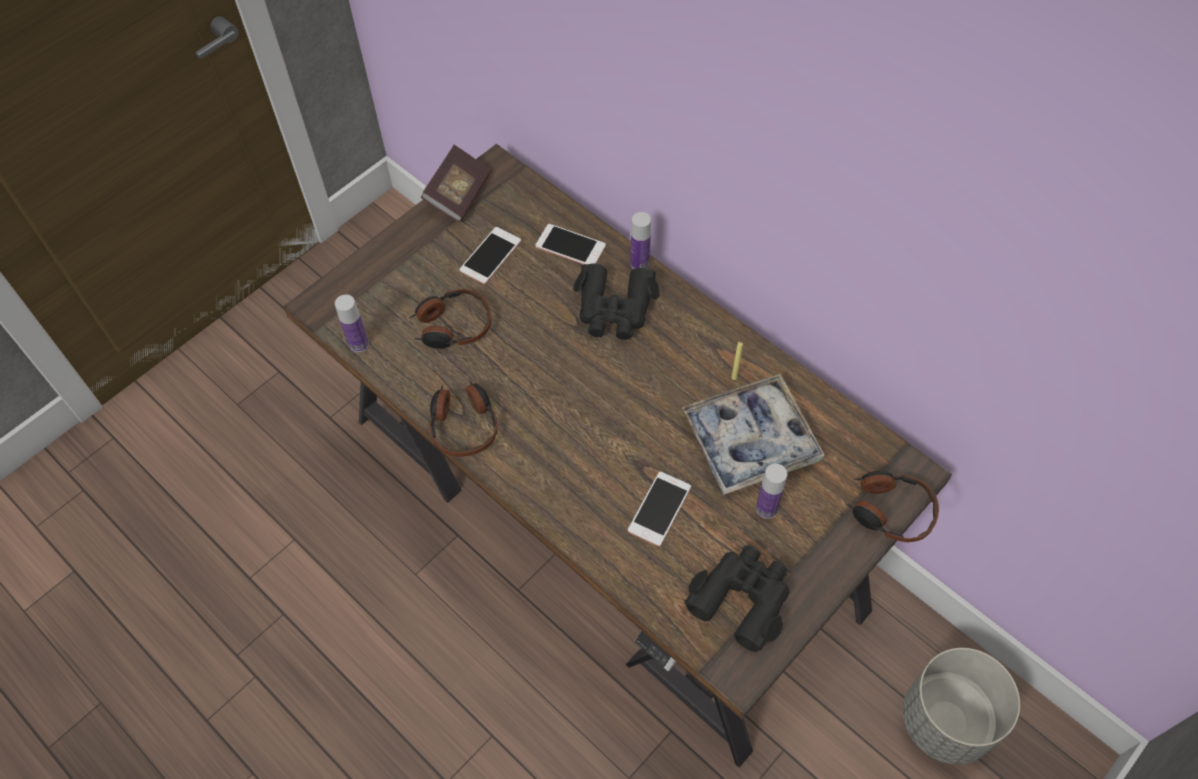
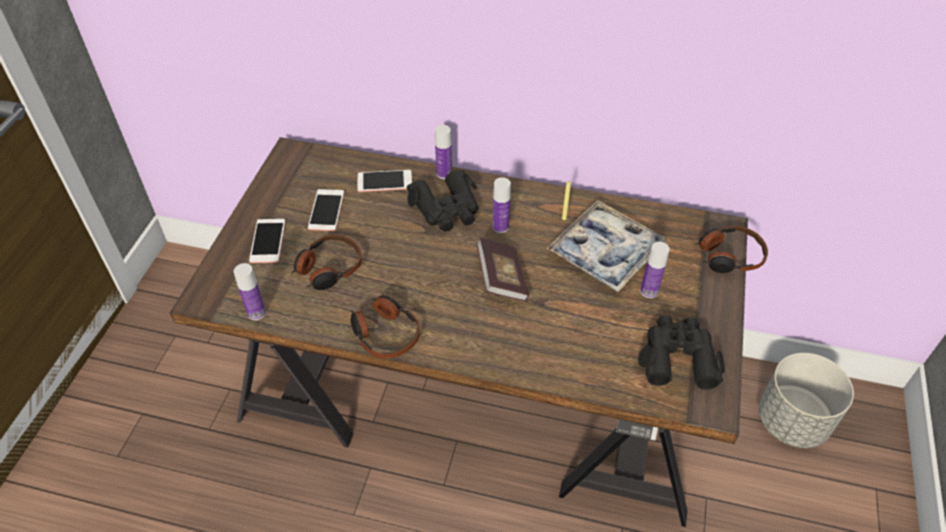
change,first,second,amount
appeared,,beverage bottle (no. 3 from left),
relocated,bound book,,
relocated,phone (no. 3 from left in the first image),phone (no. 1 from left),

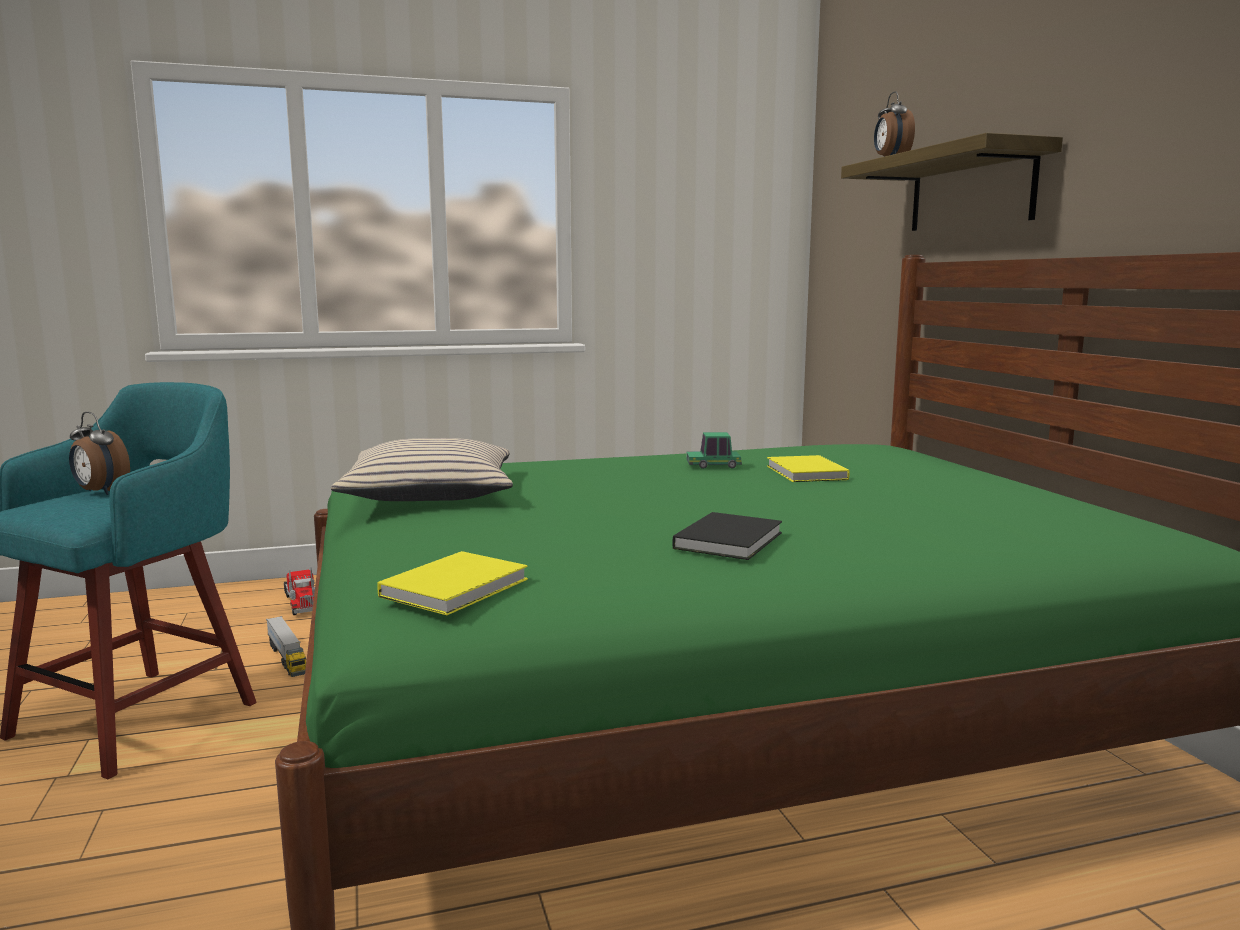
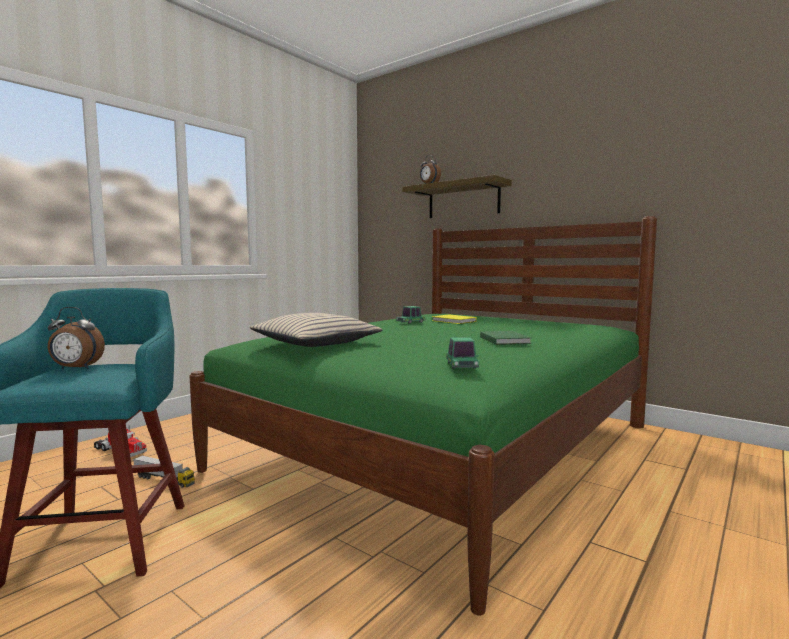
change,first,second,amount
exchanged,yellow bound book (no. 1 from left),model car (no. 2 from left),
colour,blackish bound book,green-coloured bound book,

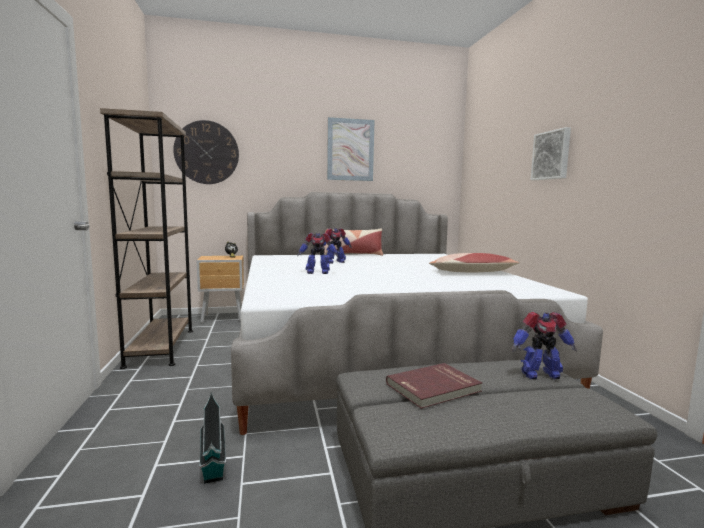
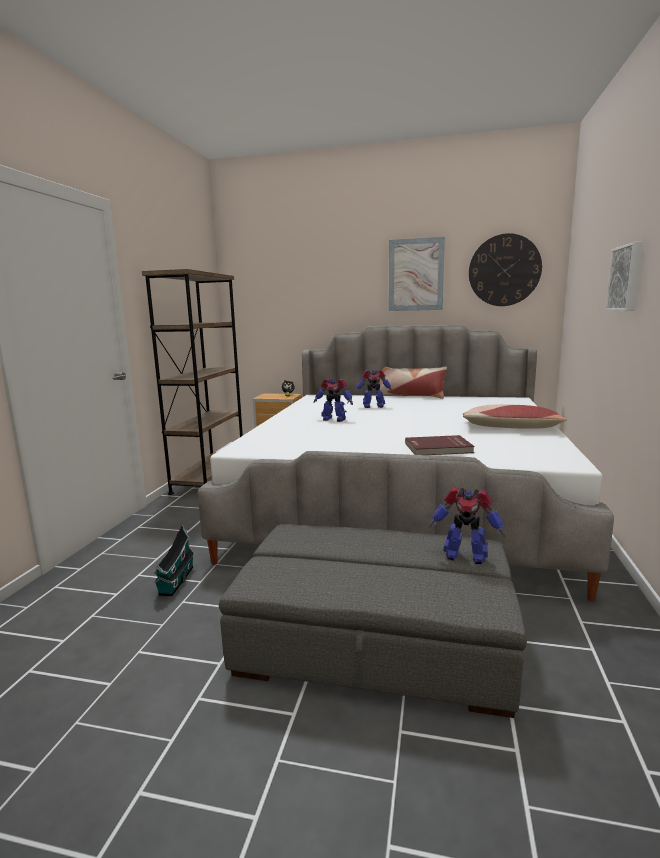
change,first,second,amount
relocated,clock on the wall,,
relocated,reddish bound book,,

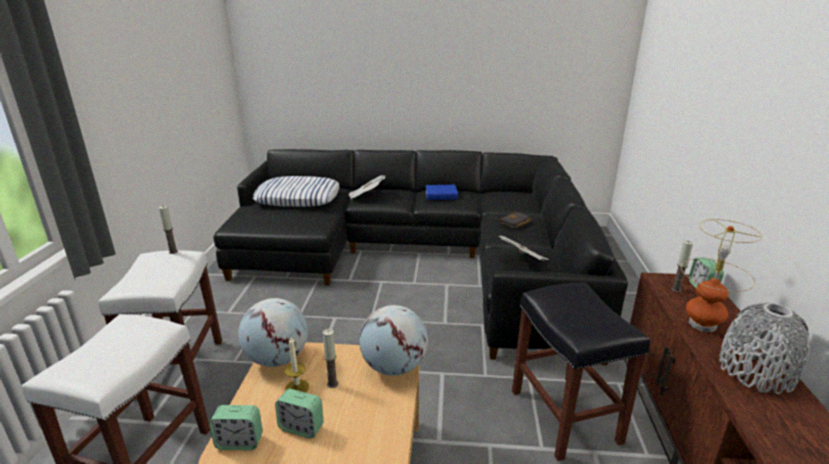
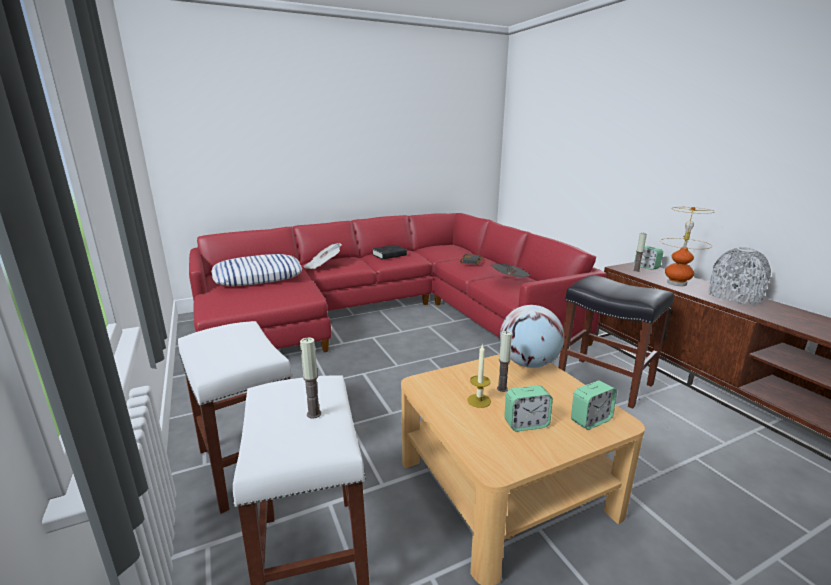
change,first,second,amount
missing,world globe (no. 1 from left),,
relocated,wax candle (no. 1 from left),,
relocated,table clock (no. 1 from left in the first image),table clock (no. 2 from left),
colour,blackish couch,reddish couch,
colour,blue-coloured bound book,blackish bound book (no. 1 from left),

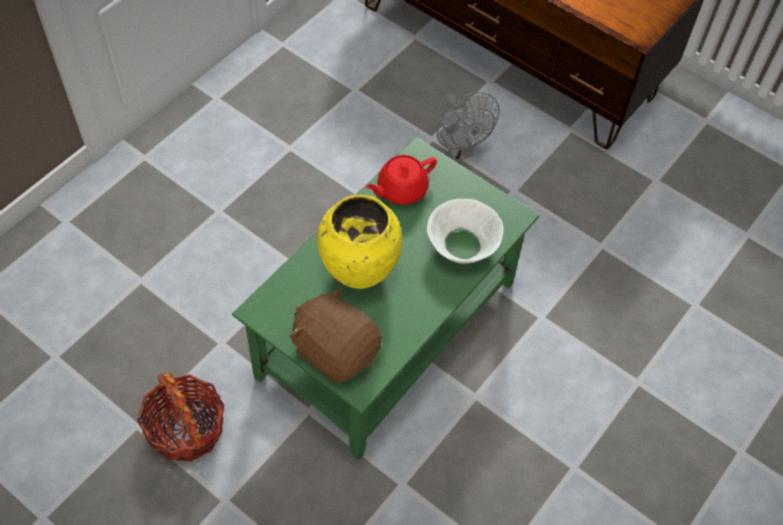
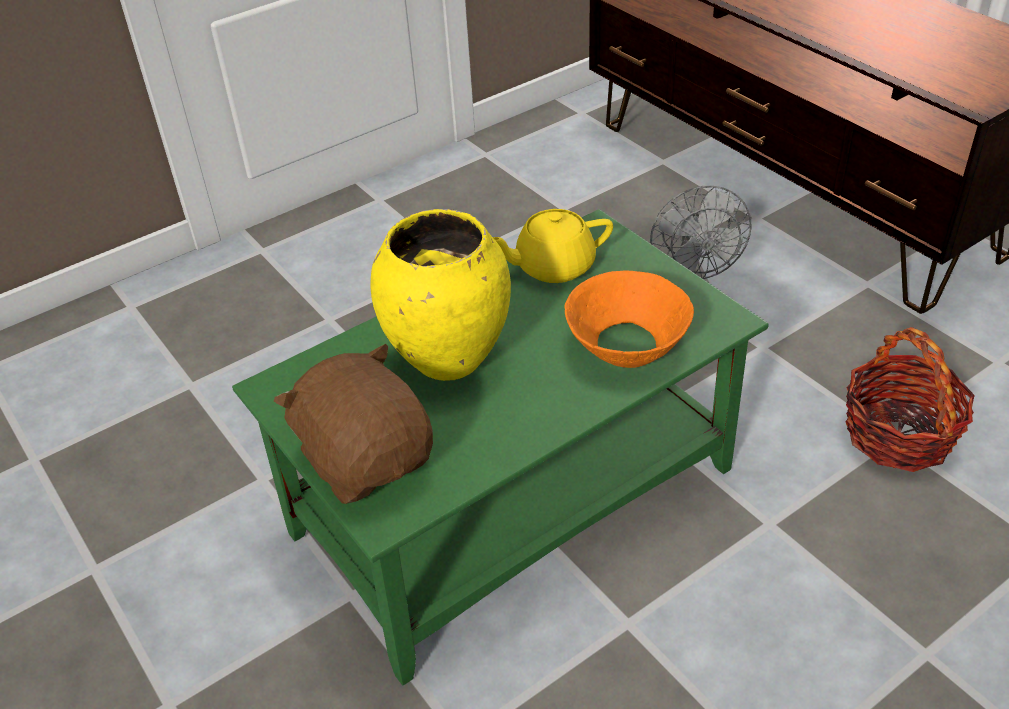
change,first,second,amount
relocated,basket,,
colour,reddish tea pot,yellow tea pot,
colour,white-coloured deep dish,orange deep dish,

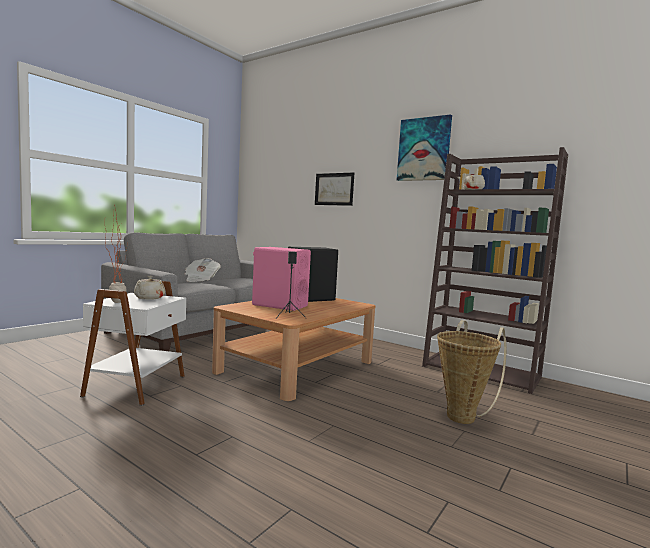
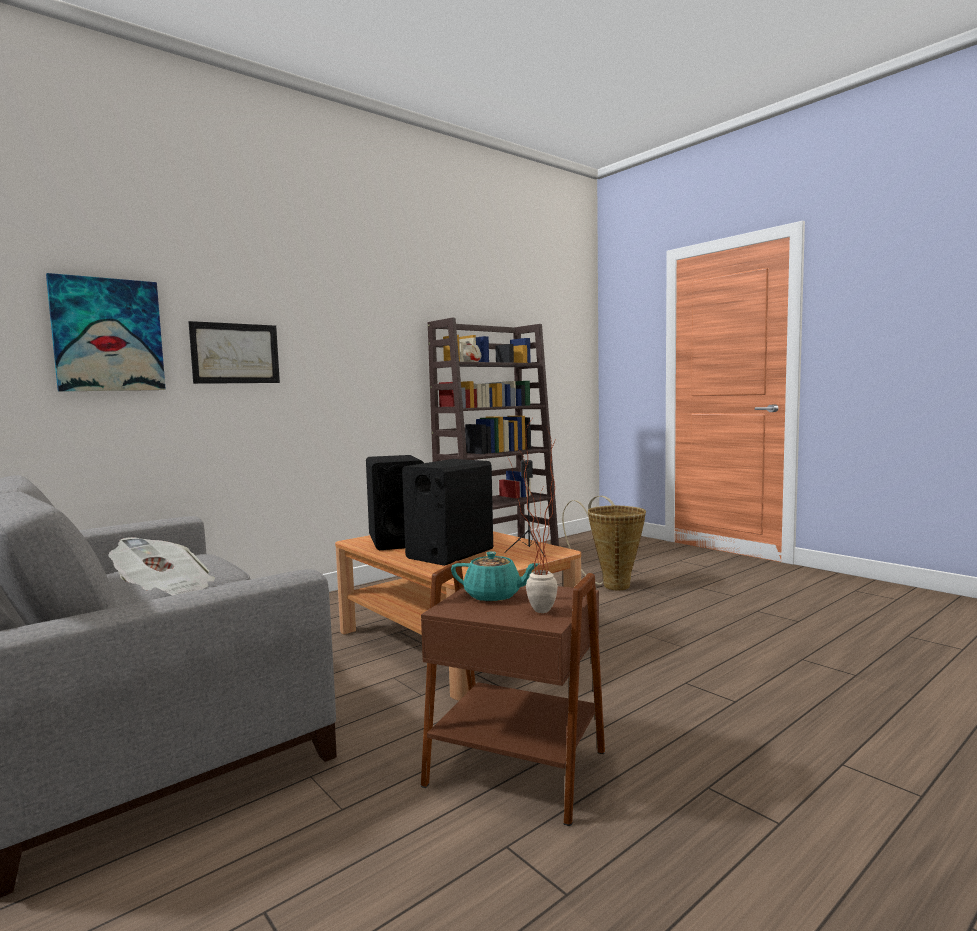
change,first,second,amount
relocated,wall picture (no. 2 from left in the first image),wall picture (no. 1 from left),
colour,white-coloured end table,brown-coloured end table,
colour,beige tea pot (no. 1 from left),turquoise-coloured tea pot,
colour,pink-coloured speaker,blackish speaker (no. 2 from left),

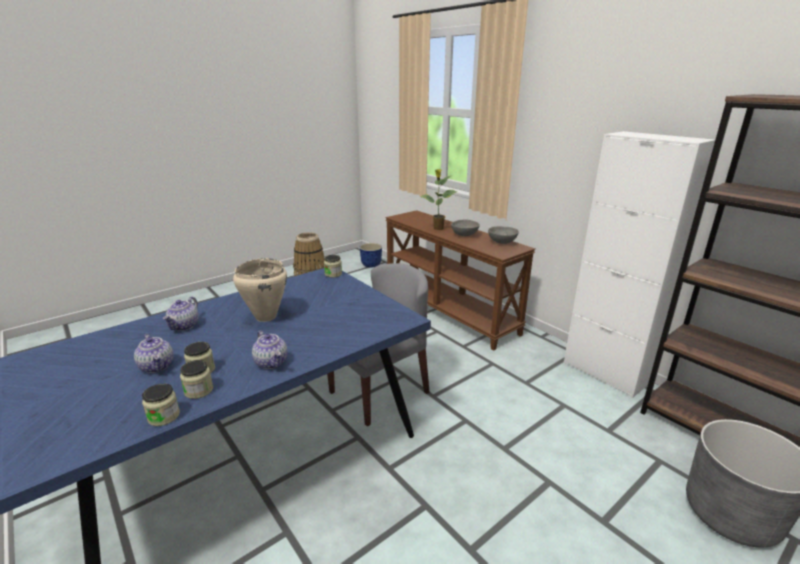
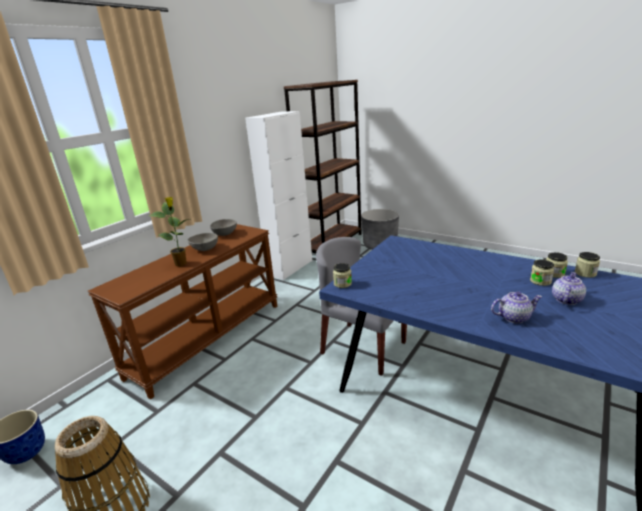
change,first,second,amount
missing,beige cooking pot,,
missing,tea pot (no. 3 from left),,

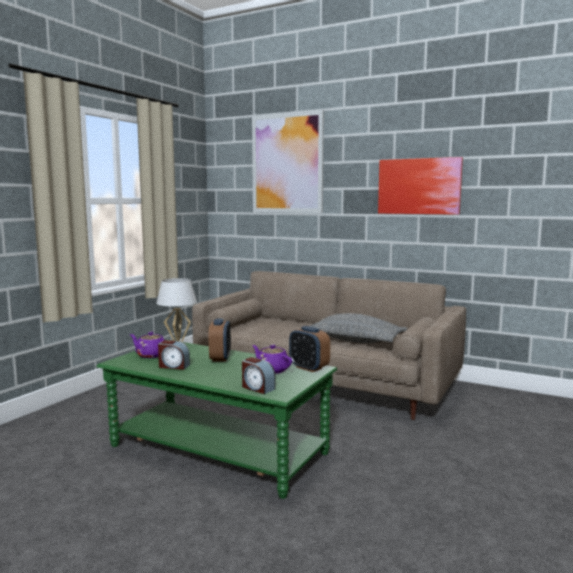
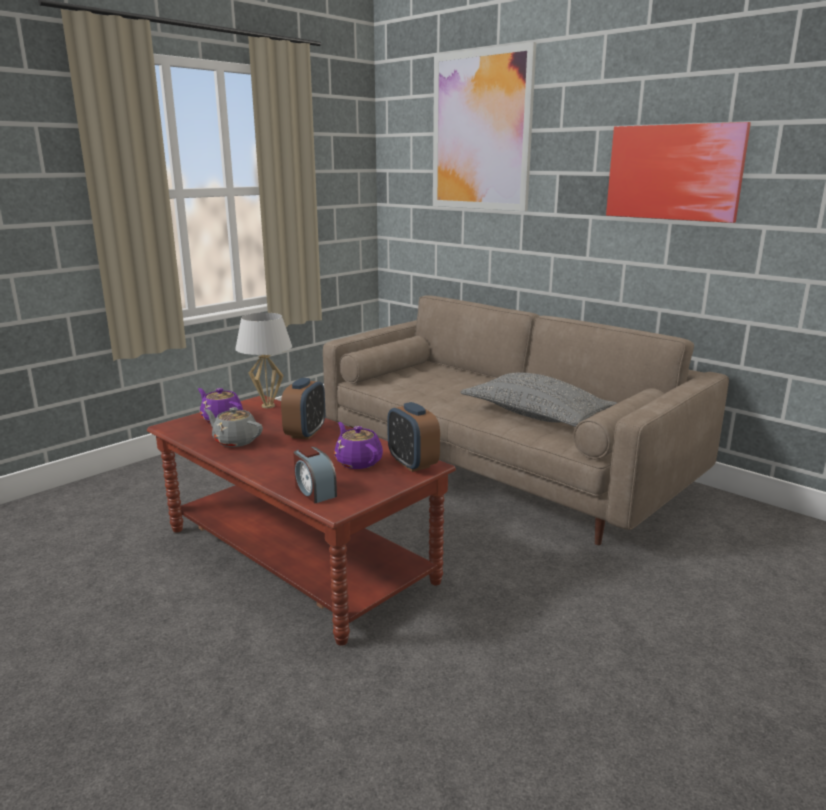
change,first,second,amount
exchanged,table clock (no. 1 from left),greyish tea pot,
colour,green-coloured low table,brown-coloured low table,

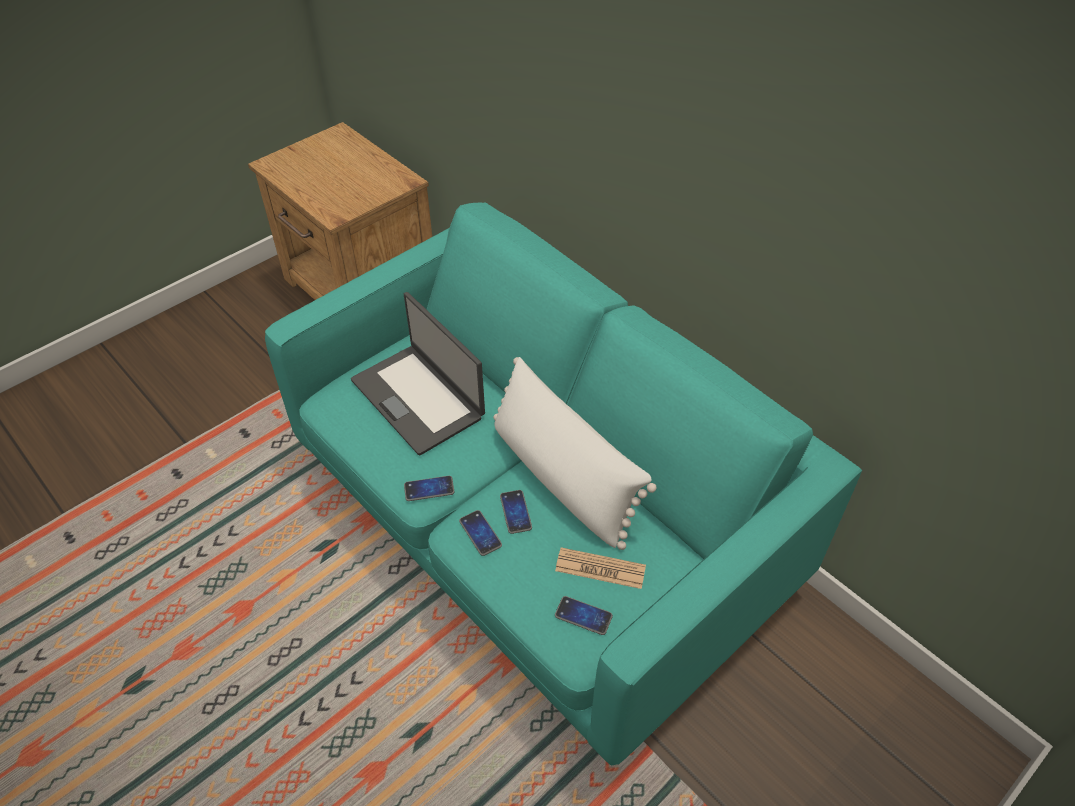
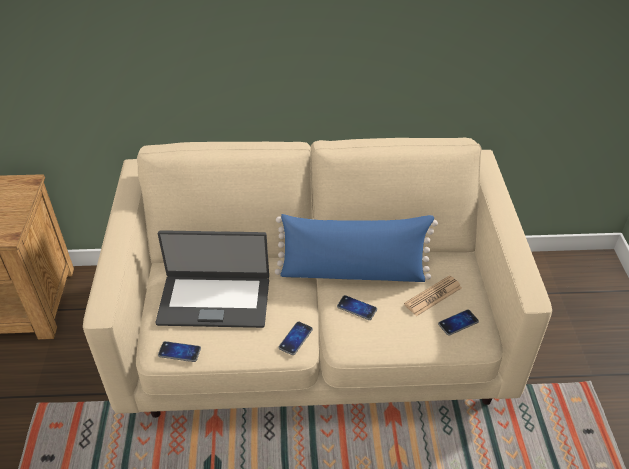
change,first,second,amount
relocated,phone (no. 2 from left in the first image),phone (no. 1 from left),
colour,turquoise-coloured couch,beige couch,
colour,white-coloured pillow,blue-coloured pillow,

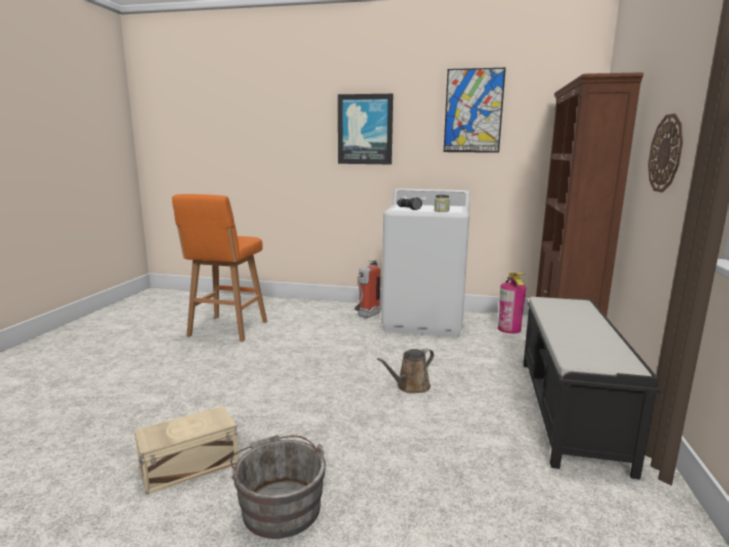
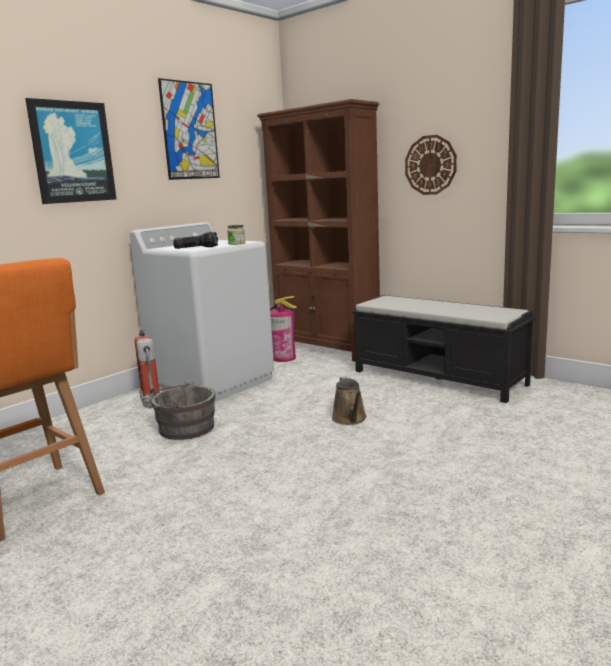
change,first,second,amount
missing,beige storage container,,
relocated,greyish bucket,,

